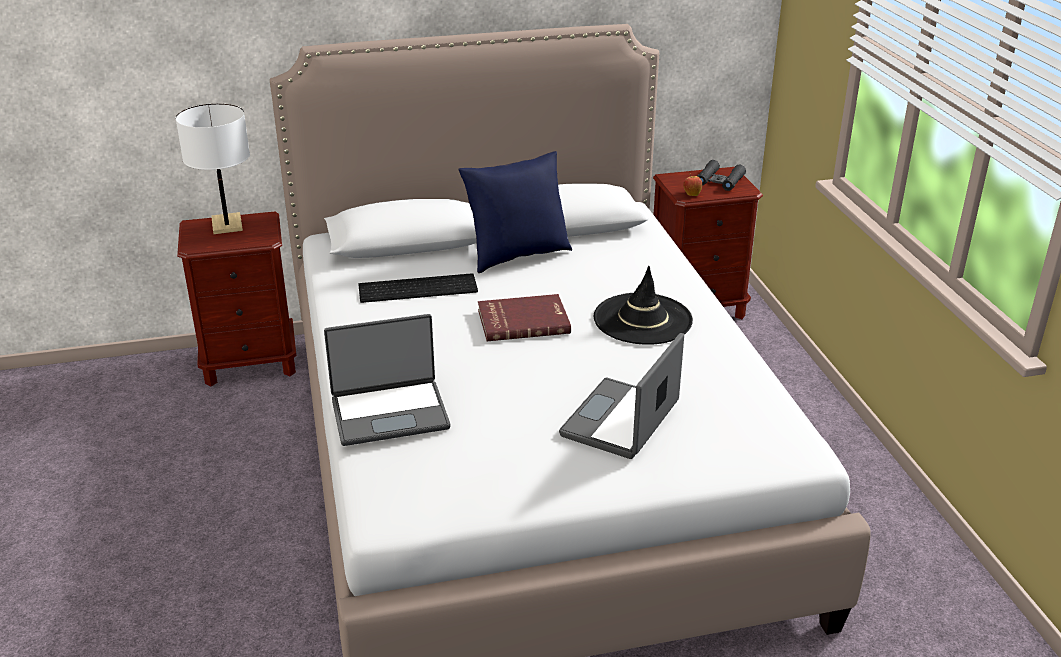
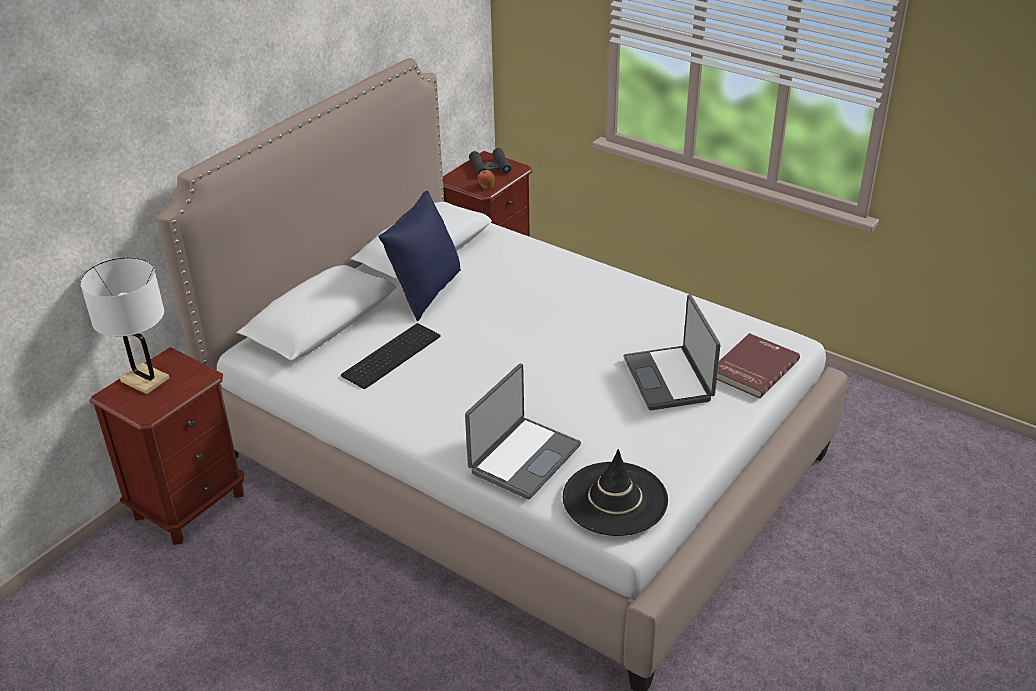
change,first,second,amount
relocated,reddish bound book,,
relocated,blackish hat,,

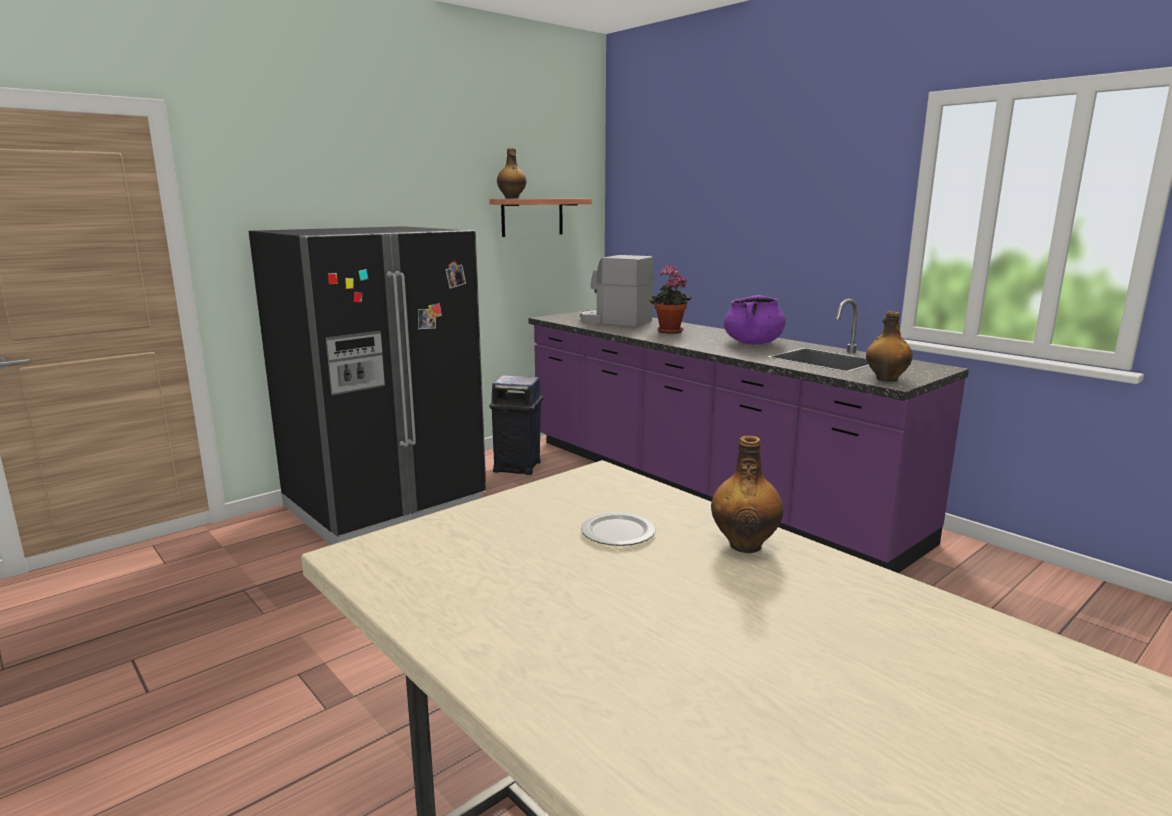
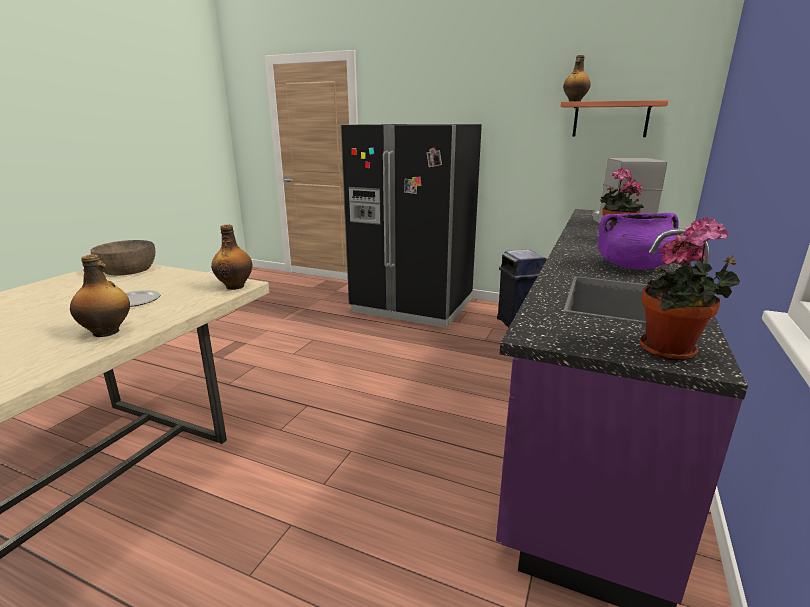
change,first,second,amount
appeared,,brown-coloured deep dish,
appeared,,plant in a pot (no. 2 from left),
relocated,beverage bottle (no. 3 from left in the first image),beverage bottle (no. 2 from left),

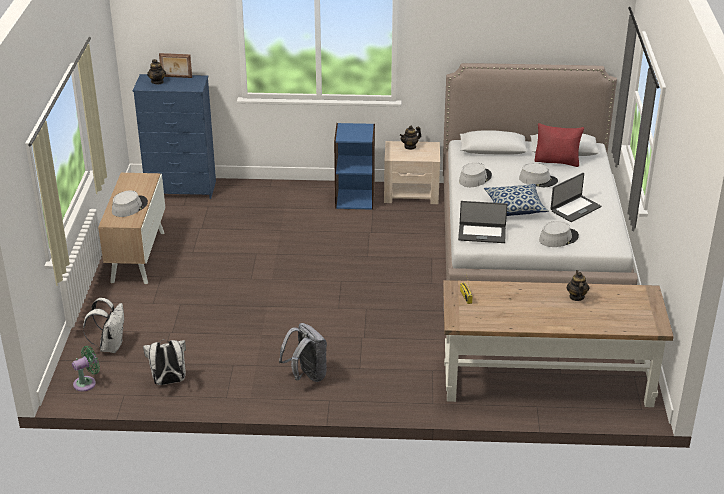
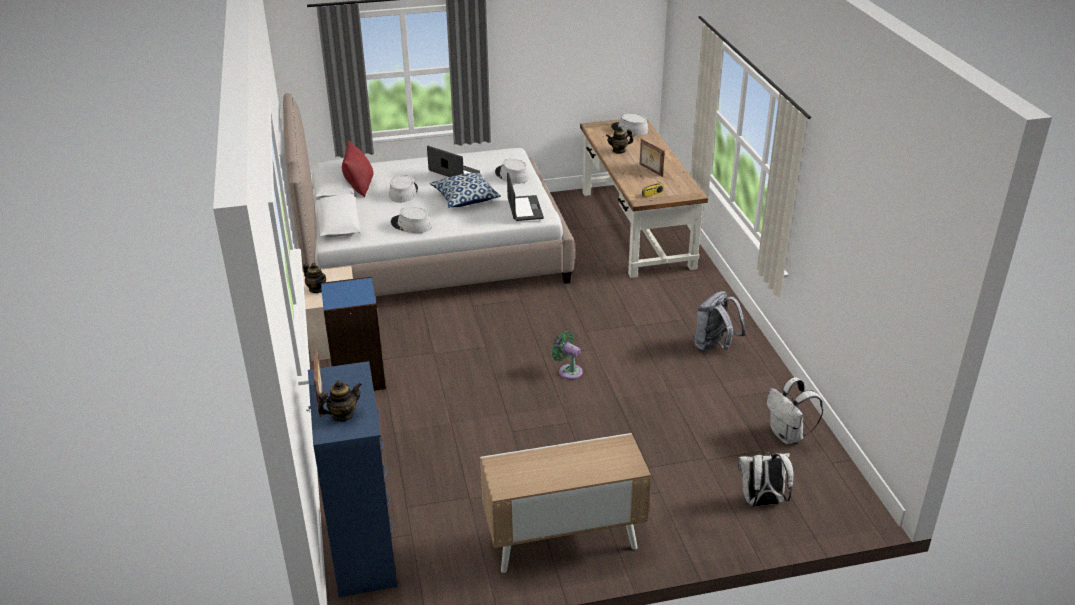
change,first,second,amount
appeared,,photo frame (no. 2 from left),
relocated,green-coloured electric fan,,
relocated,greyish hat (no. 1 from left in the first image),greyish hat (no. 4 from left),

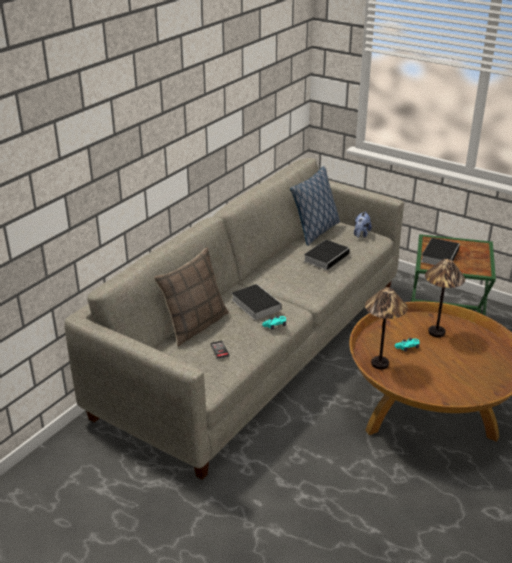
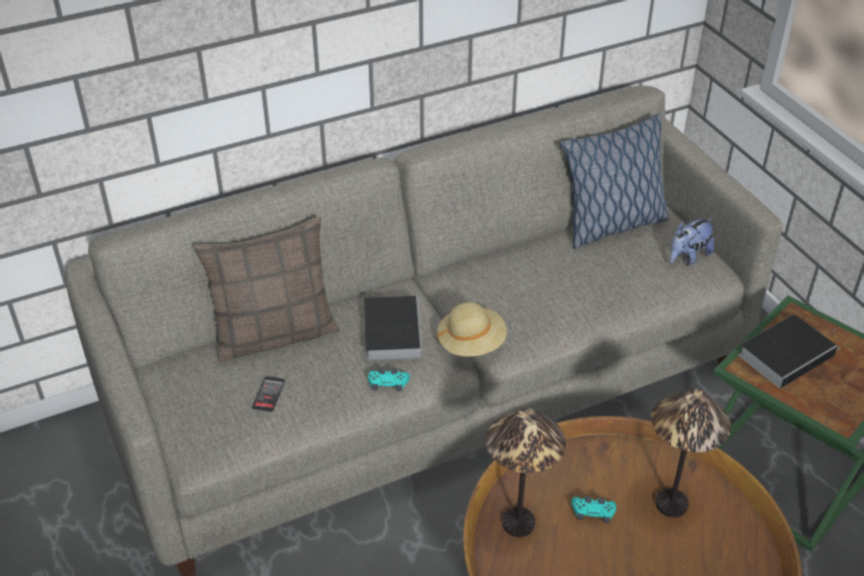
change,first,second,amount
missing,bound book (no. 2 from left),,
appeared,,beige hat,

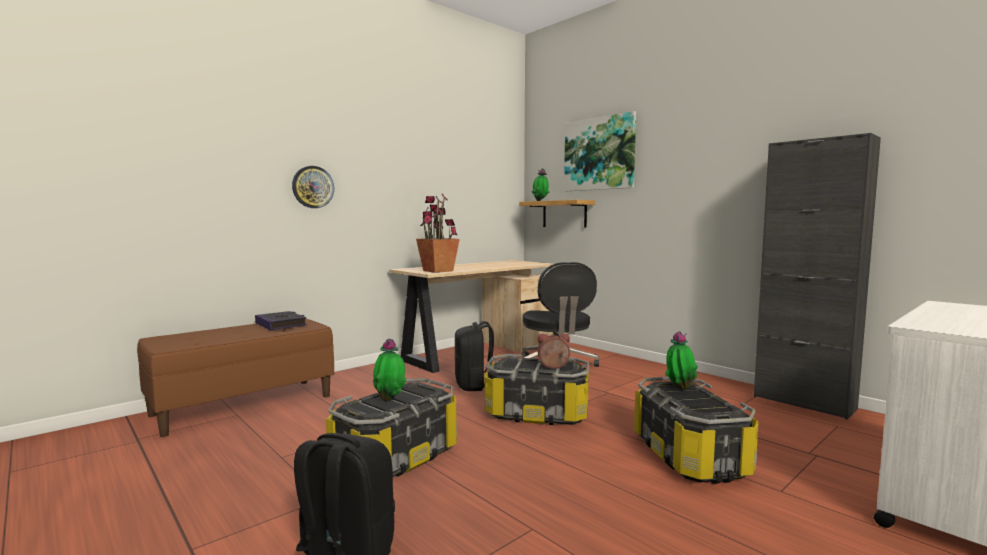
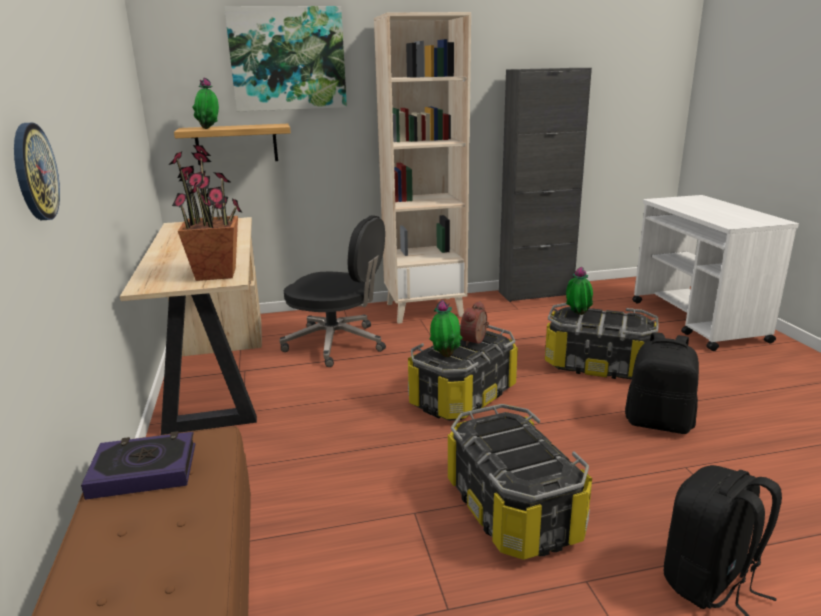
change,first,second,amount
appeared,,beige shelving unit,
relocated,plant in a pot (no. 1 from left in the first image),plant in a pot (no. 3 from left),
relocated,blackish rucksack (no. 2 from left in the first image),blackish rucksack (no. 1 from left),

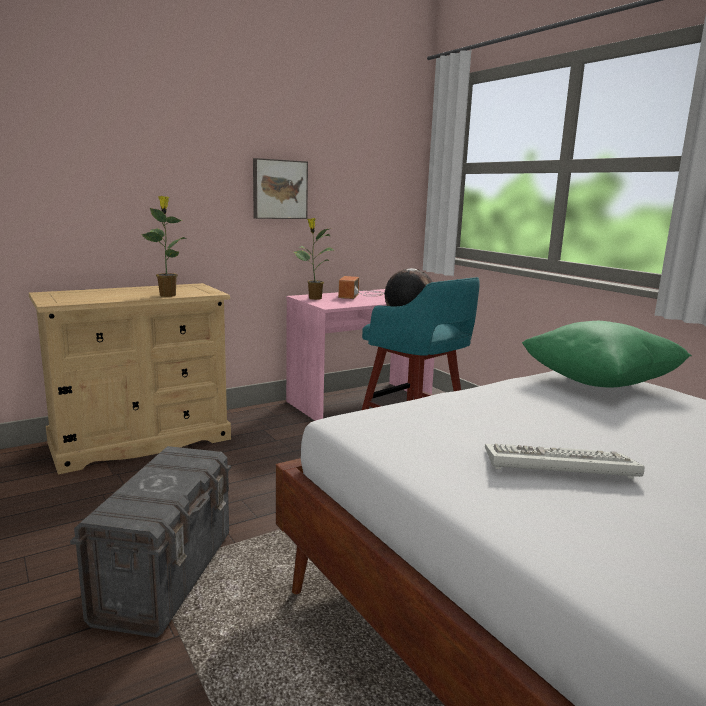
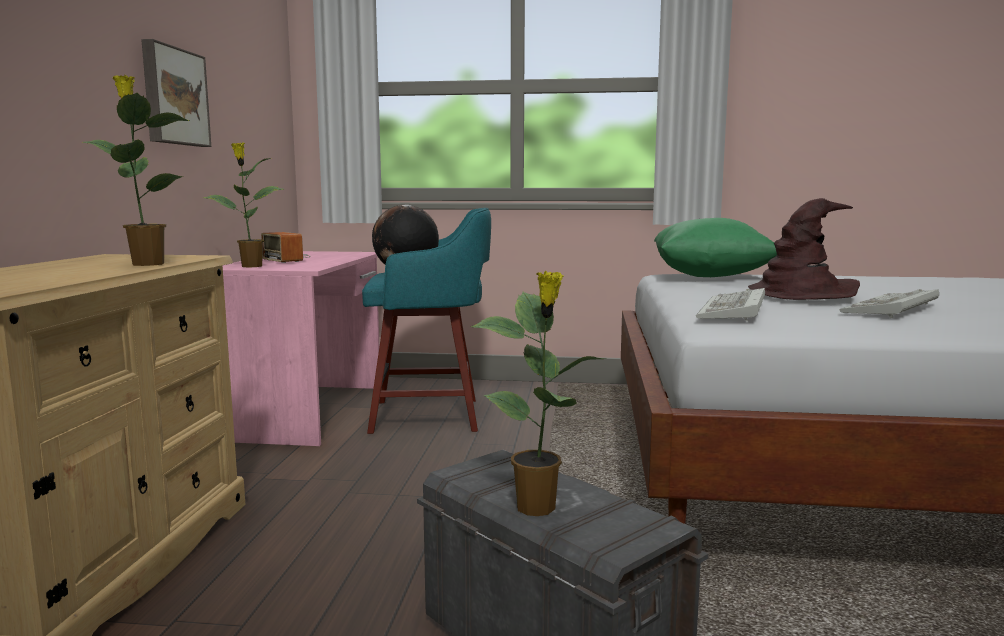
change,first,second,amount
appeared,,plant in a pot (no. 3 from left),
appeared,,computer keyboard (no. 1 from left),
appeared,,brown-coloured hat,

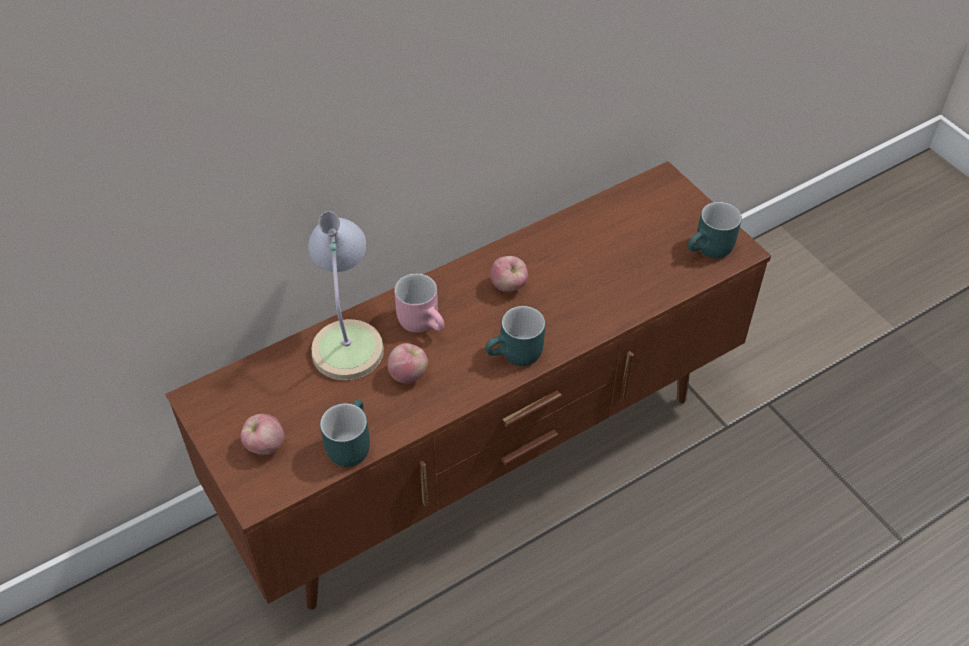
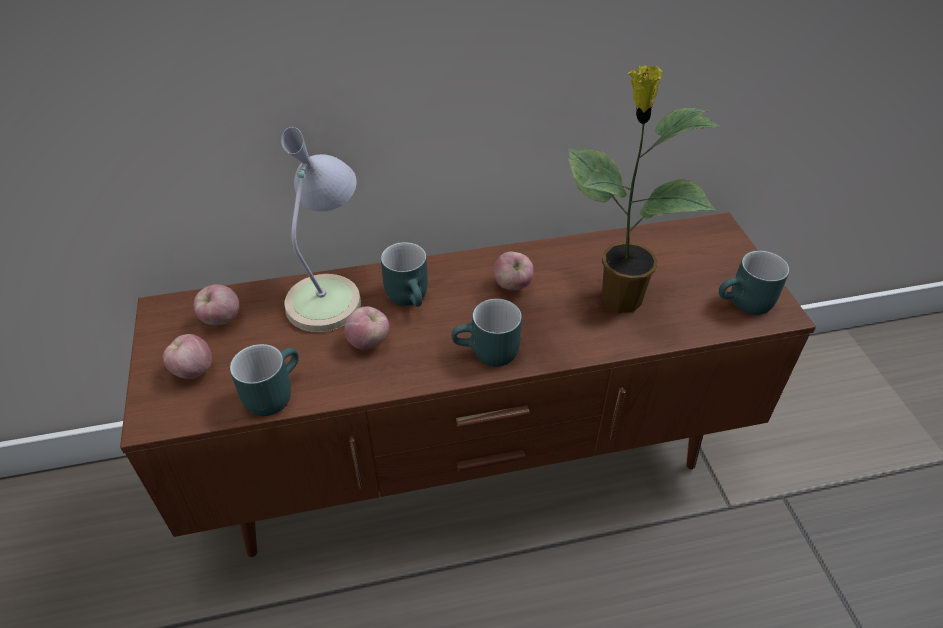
change,first,second,amount
appeared,,apple (no. 2 from left),
appeared,,plant in a pot,
colour,pink-coloured coffee mug,turquoise-coloured coffee mug (no. 2 from left),

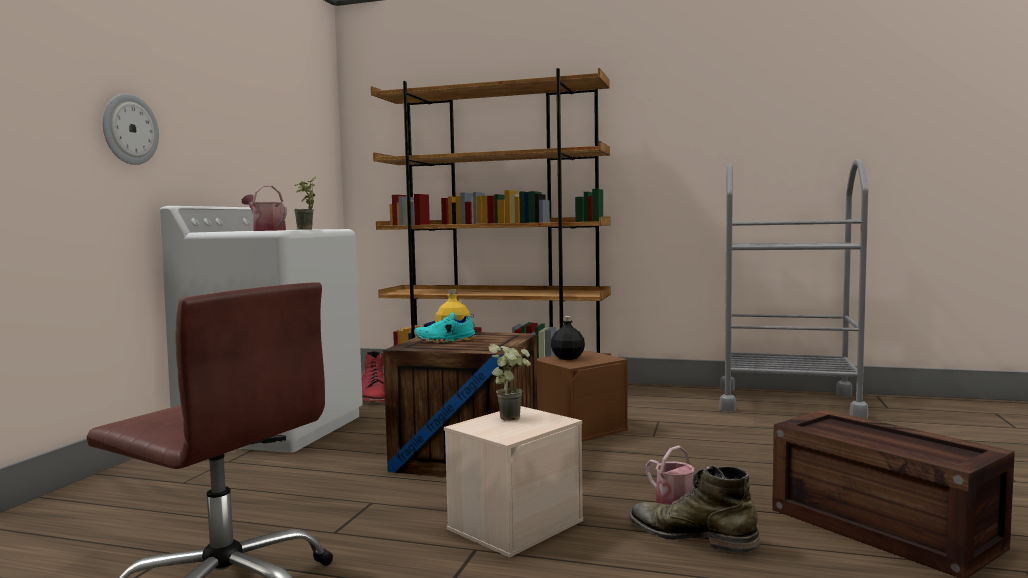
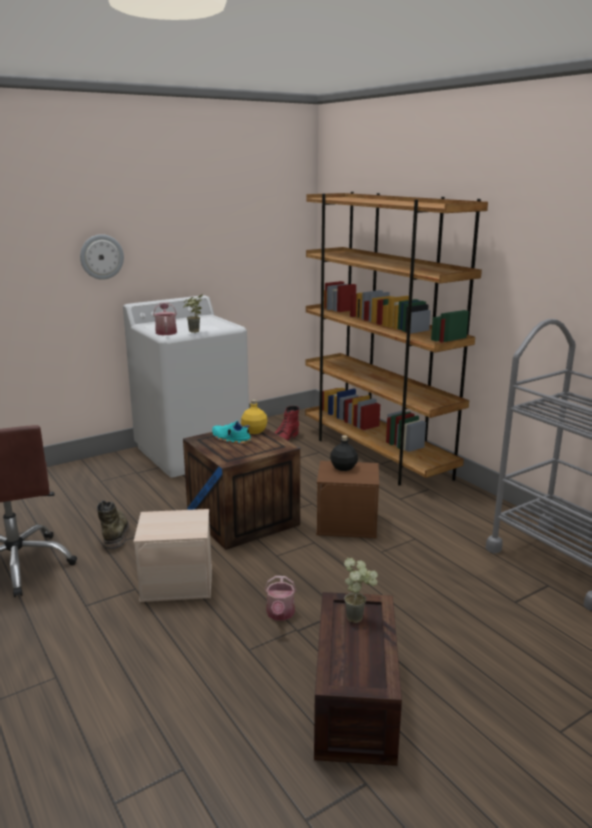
change,first,second,amount
relocated,plant in a pot (no. 2 from left),,
relocated,green-coloured high-top boot,,

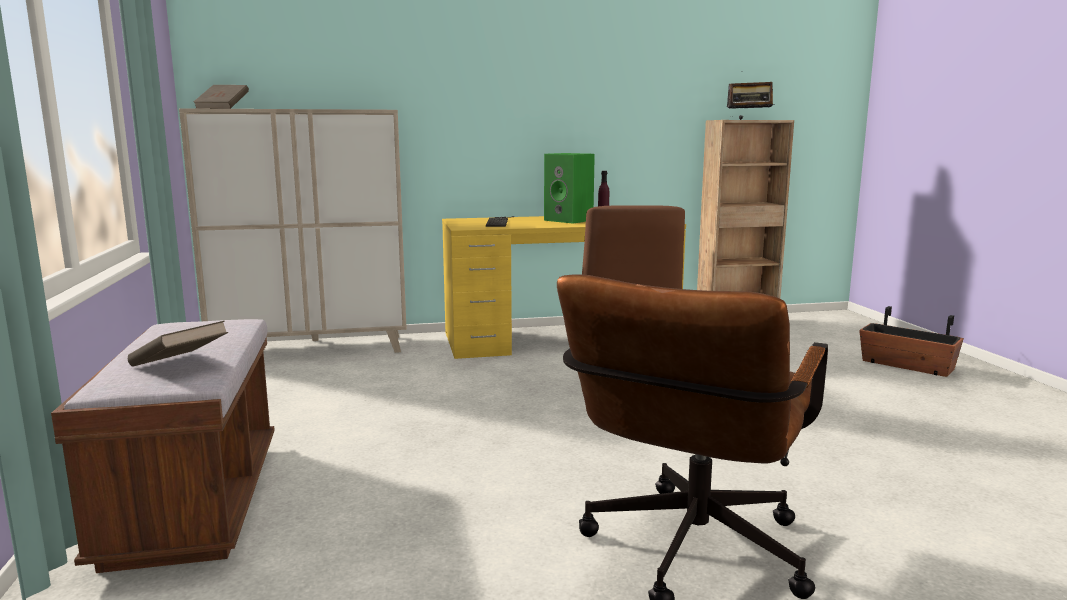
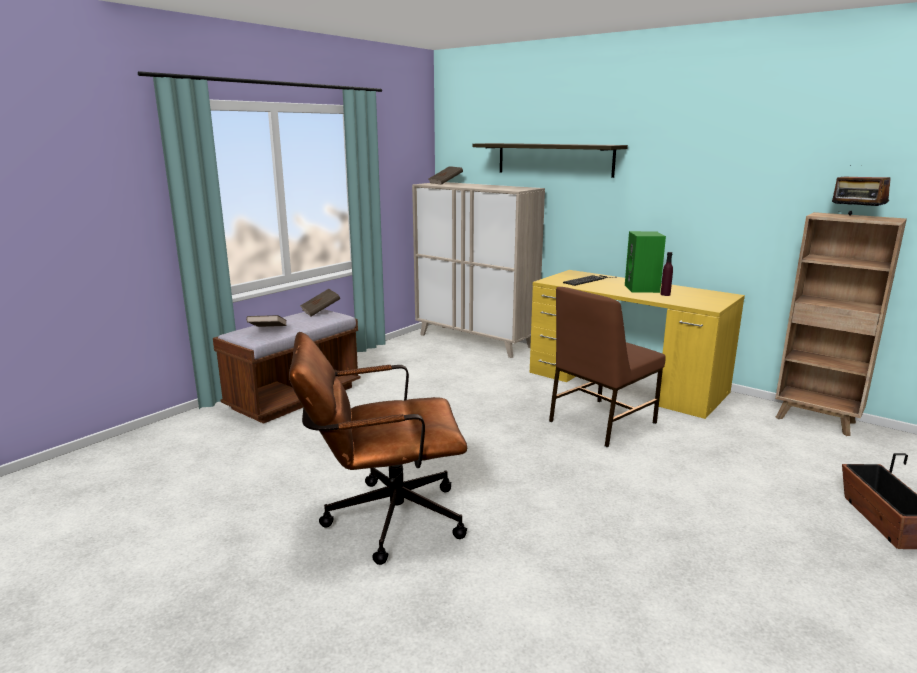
change,first,second,amount
appeared,,brown-coloured bound book (no. 2 from left),
appeared,,shelf,

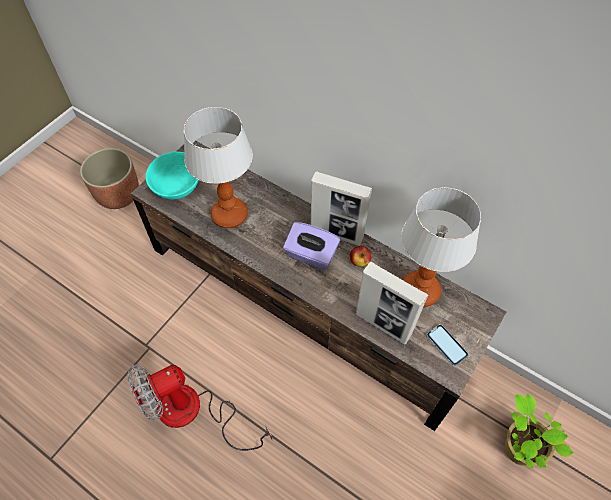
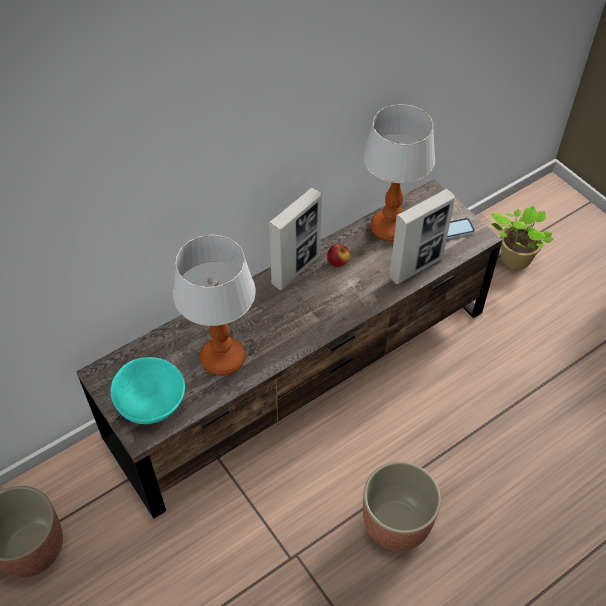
change,first,second,amount
missing,purple box of tissues,,
exchanged,electric fan,flower pot (no. 2 from left),

